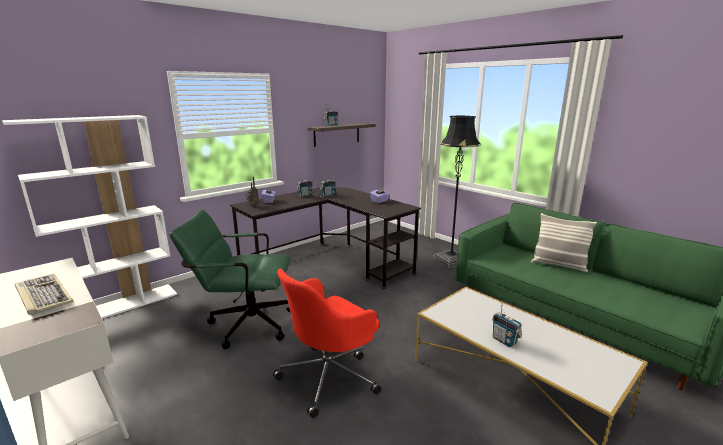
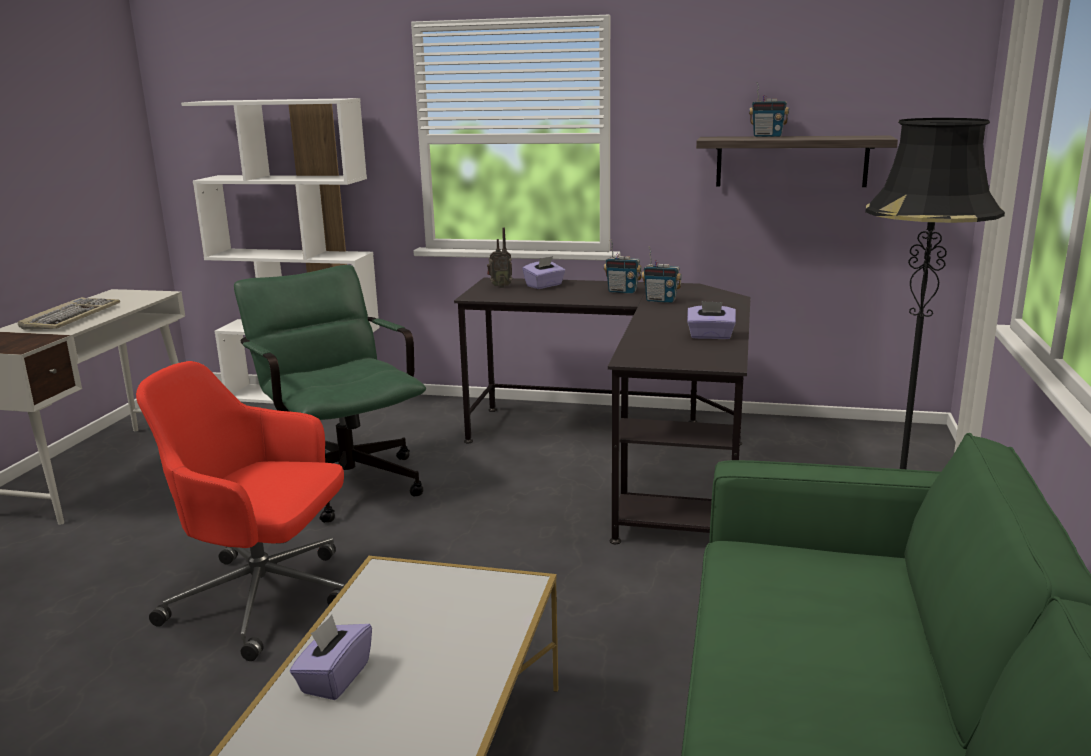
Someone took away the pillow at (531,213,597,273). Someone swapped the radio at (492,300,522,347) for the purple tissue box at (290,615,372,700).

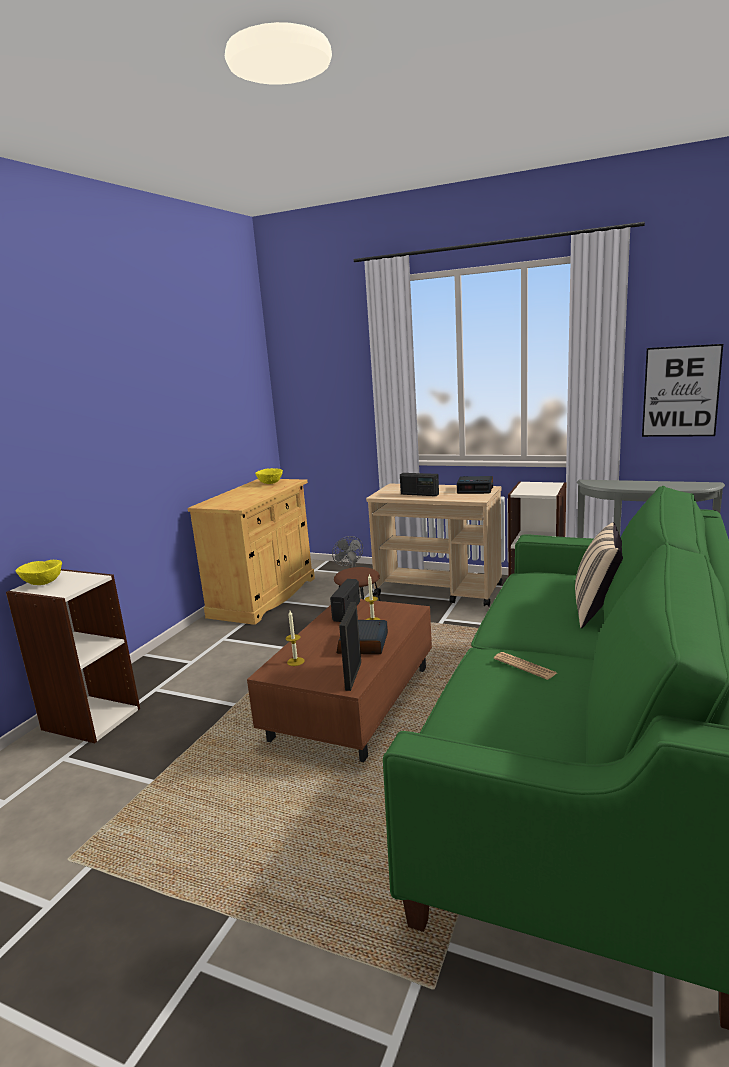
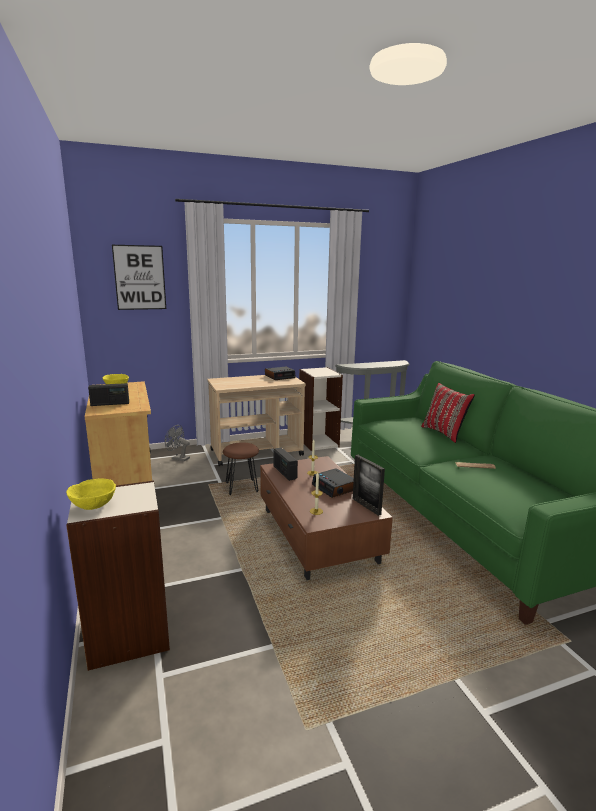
Someone carried the wall art from (642,344,723,437) to (112,245,166,310). Someone carried the radio from (400,473,439,496) to (88,383,129,406). Someone repainted the sand-coloured pillow at (575,523,623,629), which became the red-coloured pillow at (421,383,475,443).

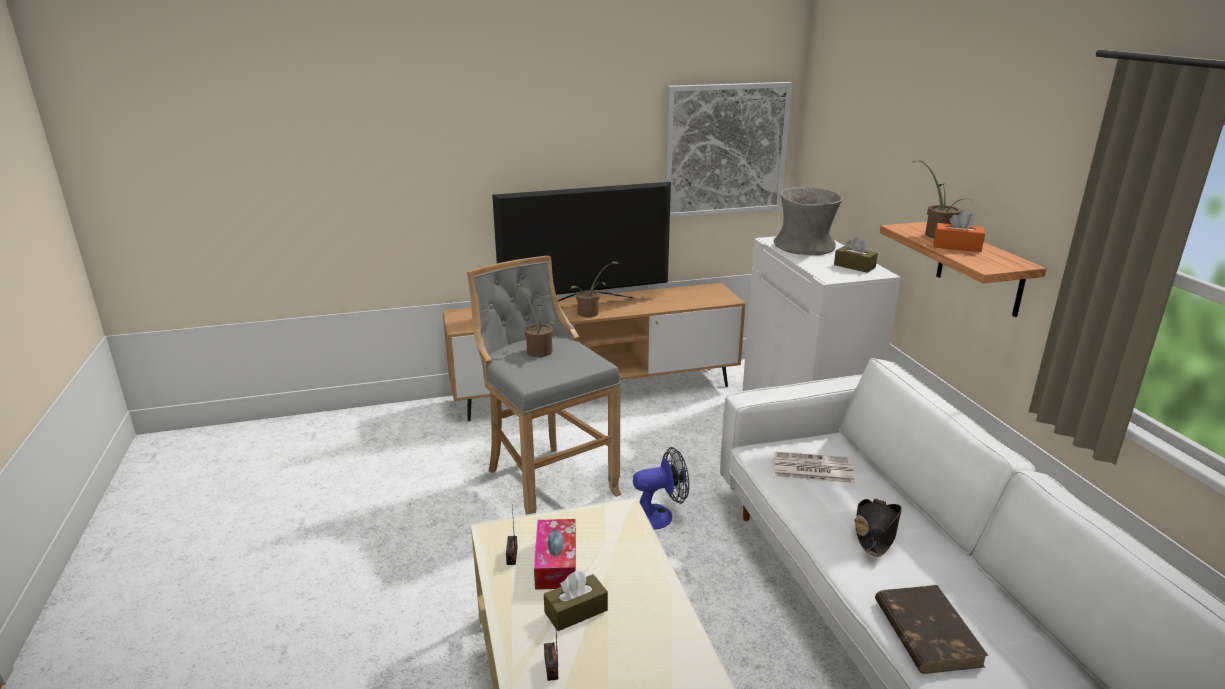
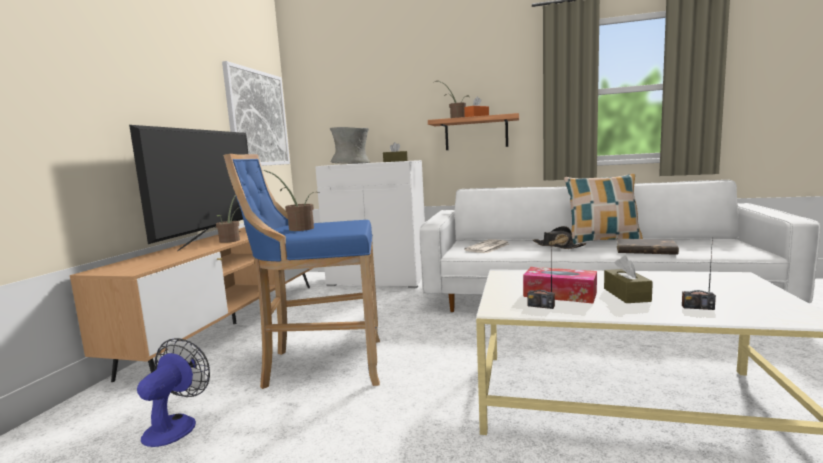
Someone repainted the greyish sitting stool at (467,256,622,514), which became the bluish sitting stool at (223,154,380,389). Someone carried the electric fan from (633,447,689,530) to (137,338,210,447). Someone put down the pillow at (564,174,643,244).

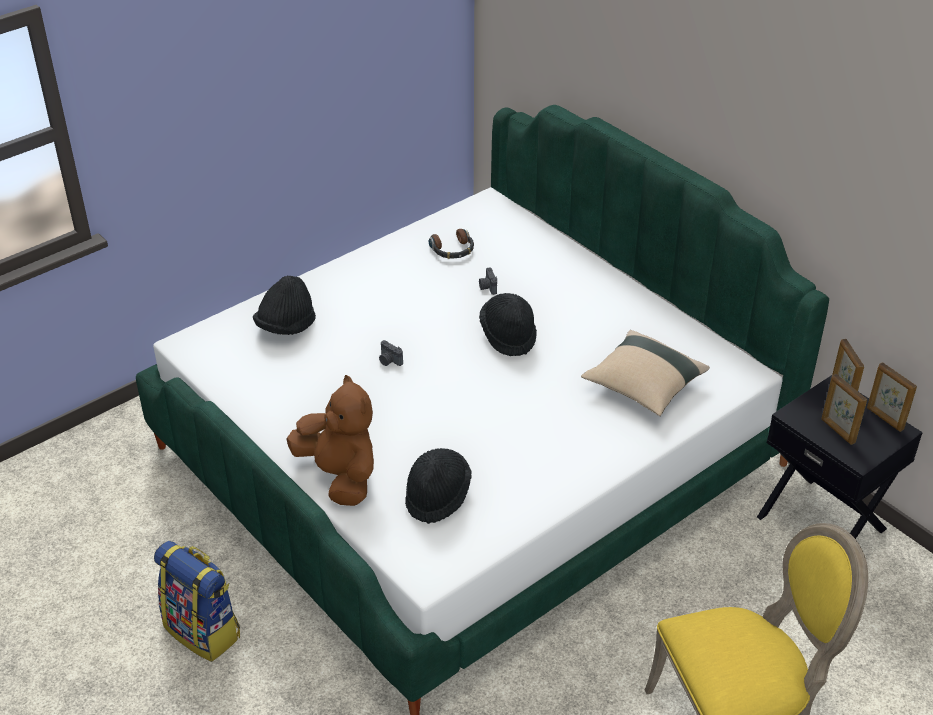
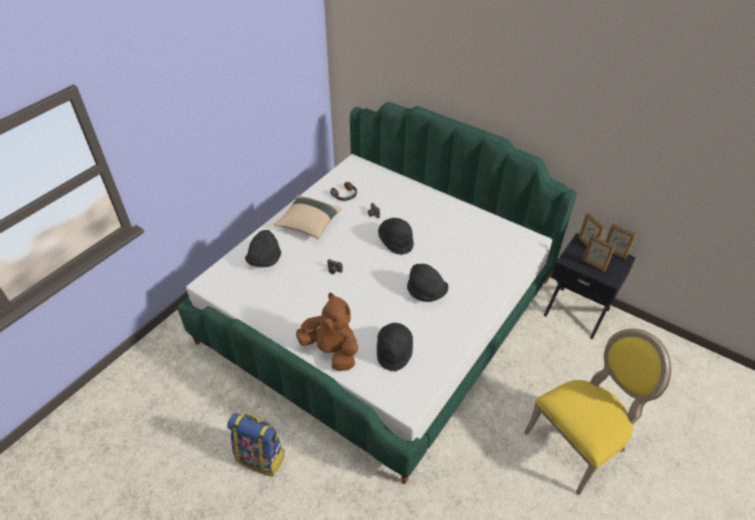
Someone carried the sand-coloured pillow from (581,330,710,416) to (274,195,342,239). Someone put down the black wearable hat at (407,263,448,302).

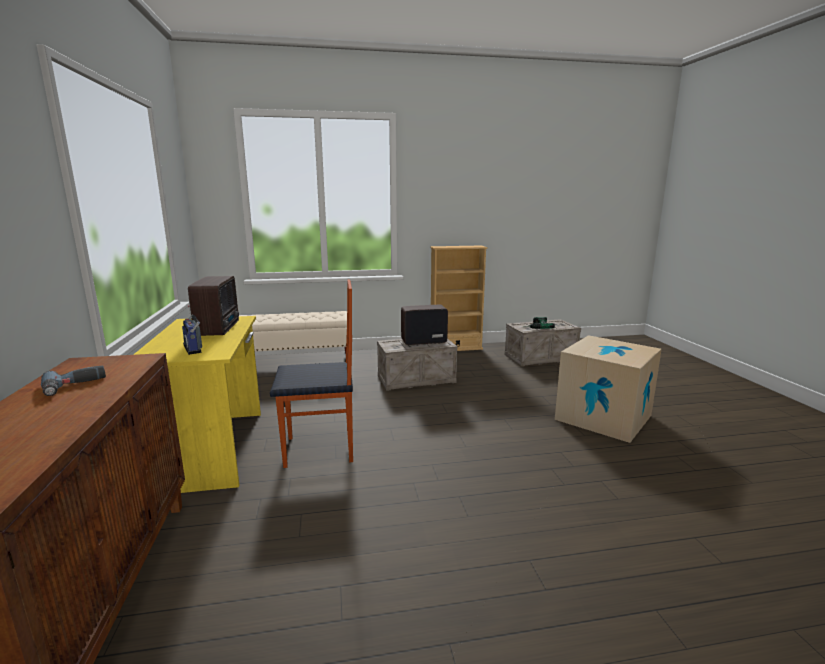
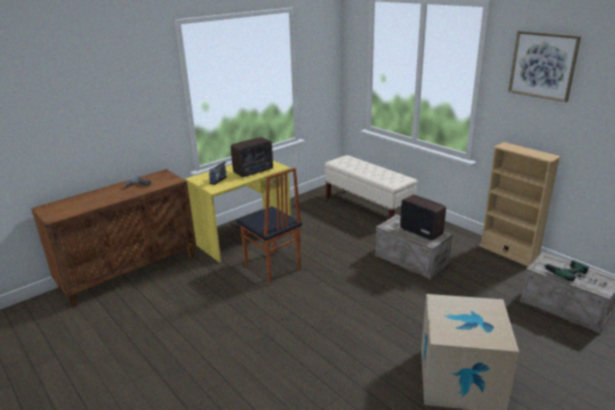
Someone put up the wall art at (508,31,581,102).

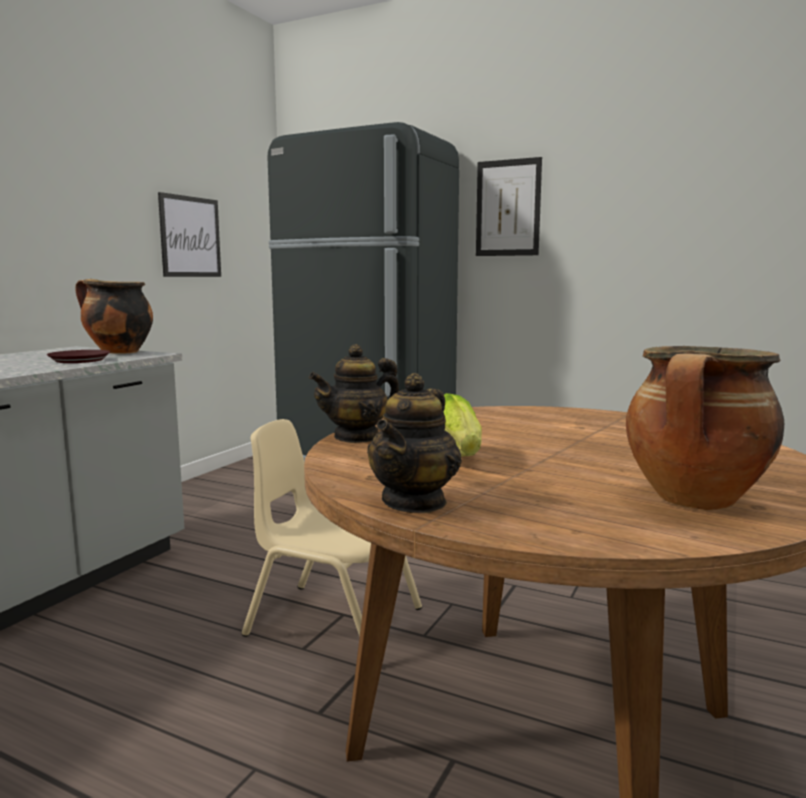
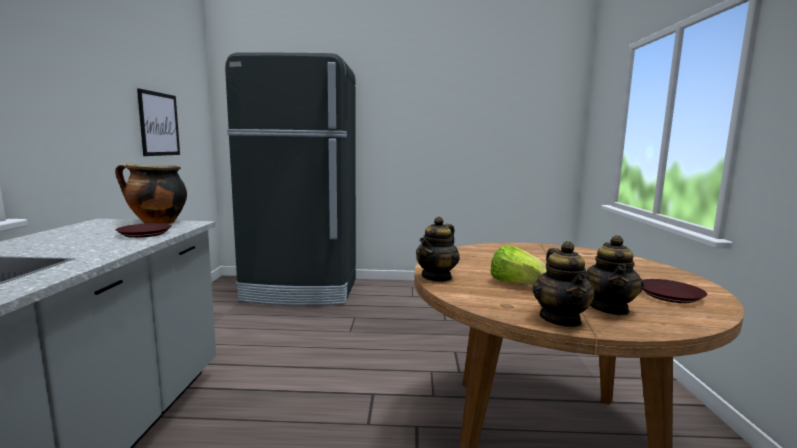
Someone took away the wall art at (476,157,542,256). Someone swapped the saucepot at (626,346,784,510) for the brown-coloured flat dish at (643,279,707,303). Someone took away the sand-coloured upright chair at (241,419,422,637). Someone put down the tea pot at (585,235,644,315).

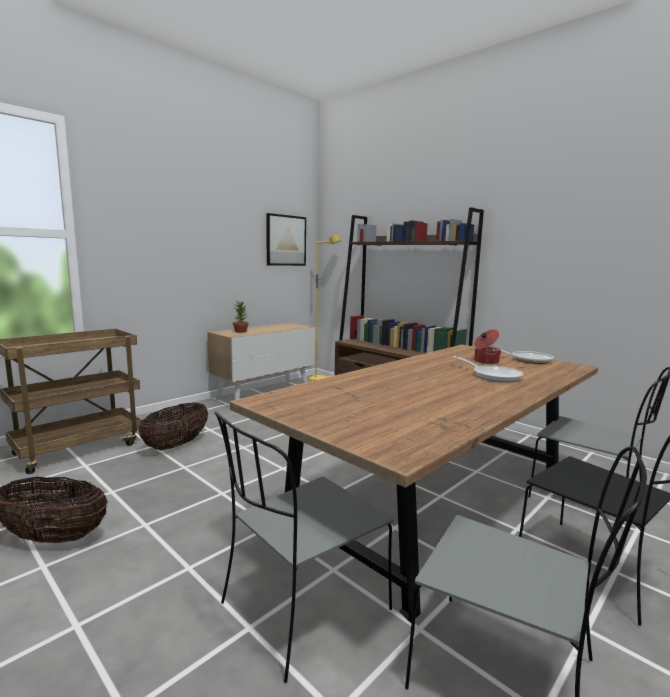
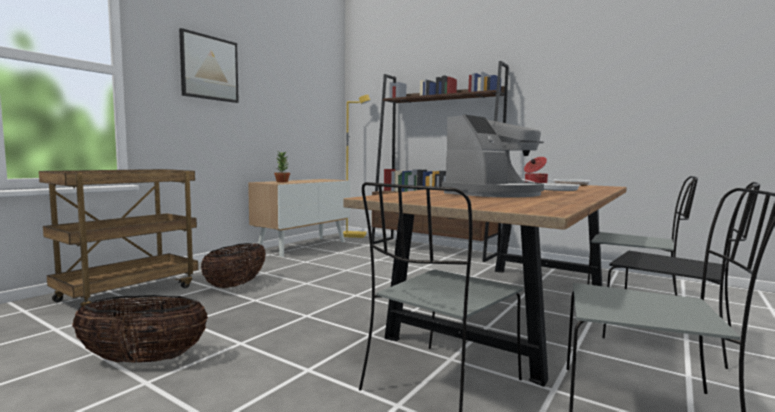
Someone carried the wall art from (266,213,306,266) to (179,28,239,103). Someone put down the coffee machine at (442,114,544,198).

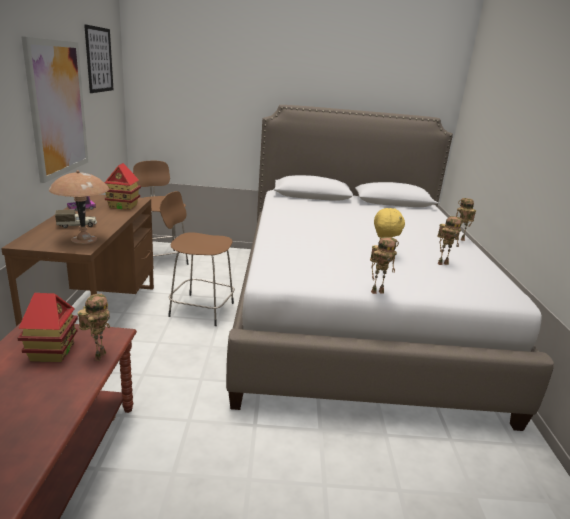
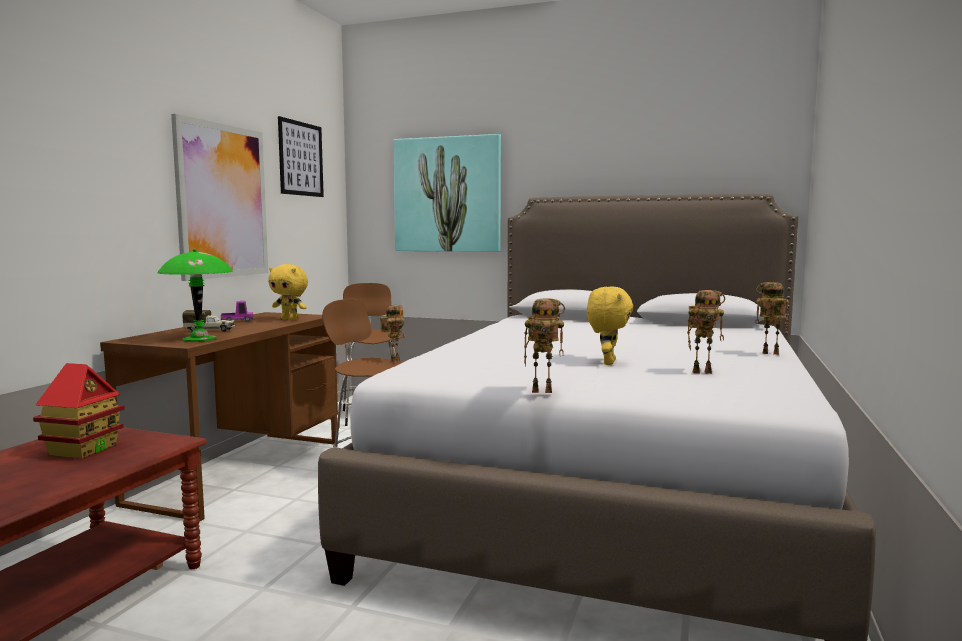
Someone swapped the toy house at (104,163,141,210) for the yellow cuddly toy at (268,264,308,320). Someone repainted the brown-coloured lamp for a table at (48,170,109,244), which became the green-coloured lamp for a table at (158,248,233,342). Someone carried the toy robot from (78,294,110,361) to (380,305,405,363). Someone put up the wall art at (393,134,501,252).

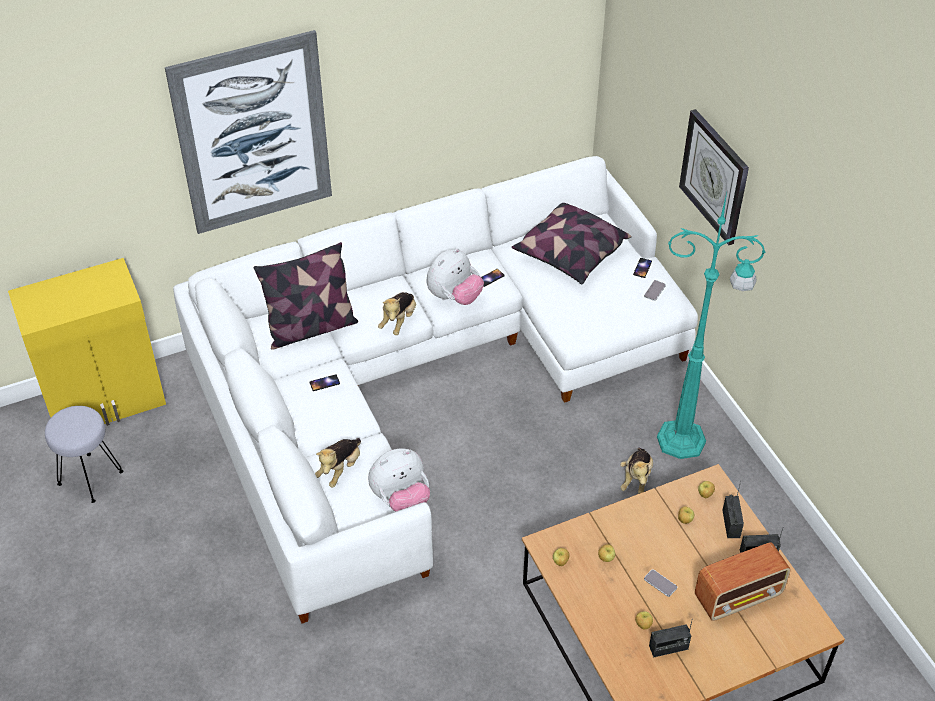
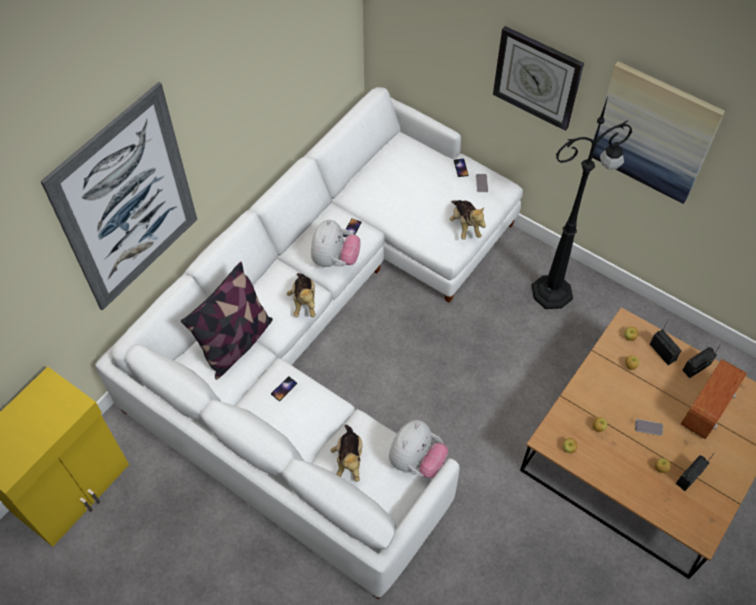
Someone repainted the blue-green standard lamp at (657,193,765,459), which became the black standard lamp at (531,96,632,309). Someone took away the pillow at (512,203,632,284). Someone took away the greyish sitting stool at (45,406,124,503). Someone carried the cuddly toy from (620,448,653,494) to (450,200,486,240). Someone put up the wall art at (590,61,725,204).

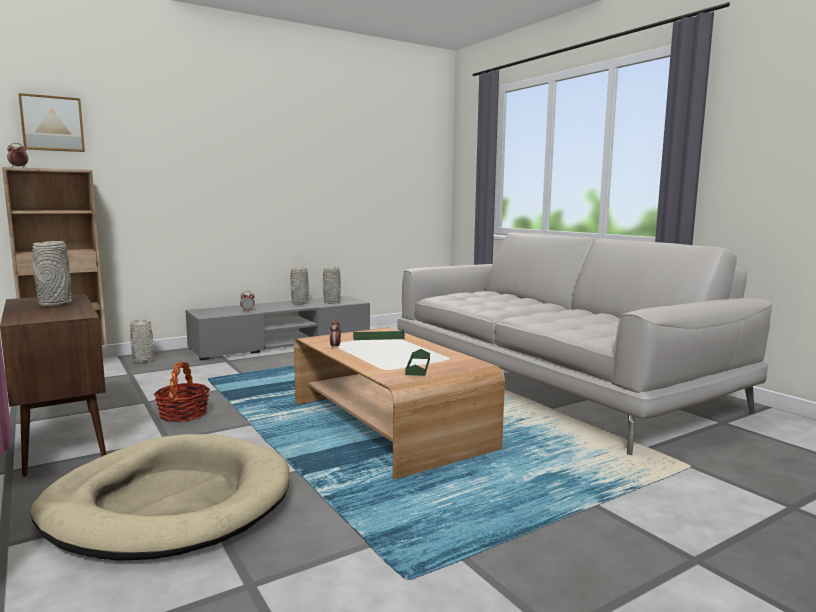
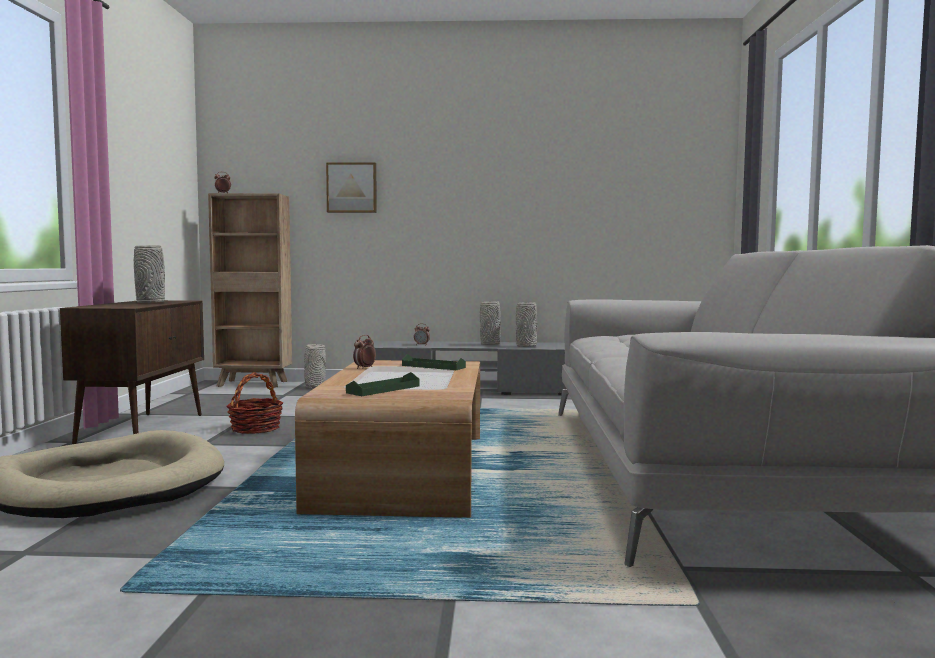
Someone carried the wall art from (18,93,85,152) to (326,163,377,213).

